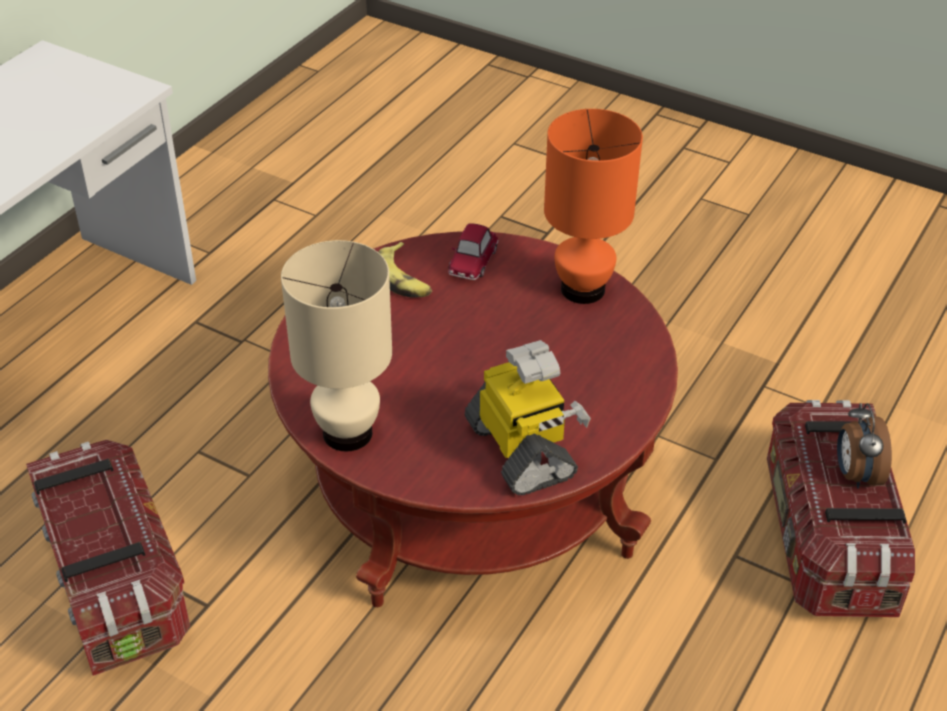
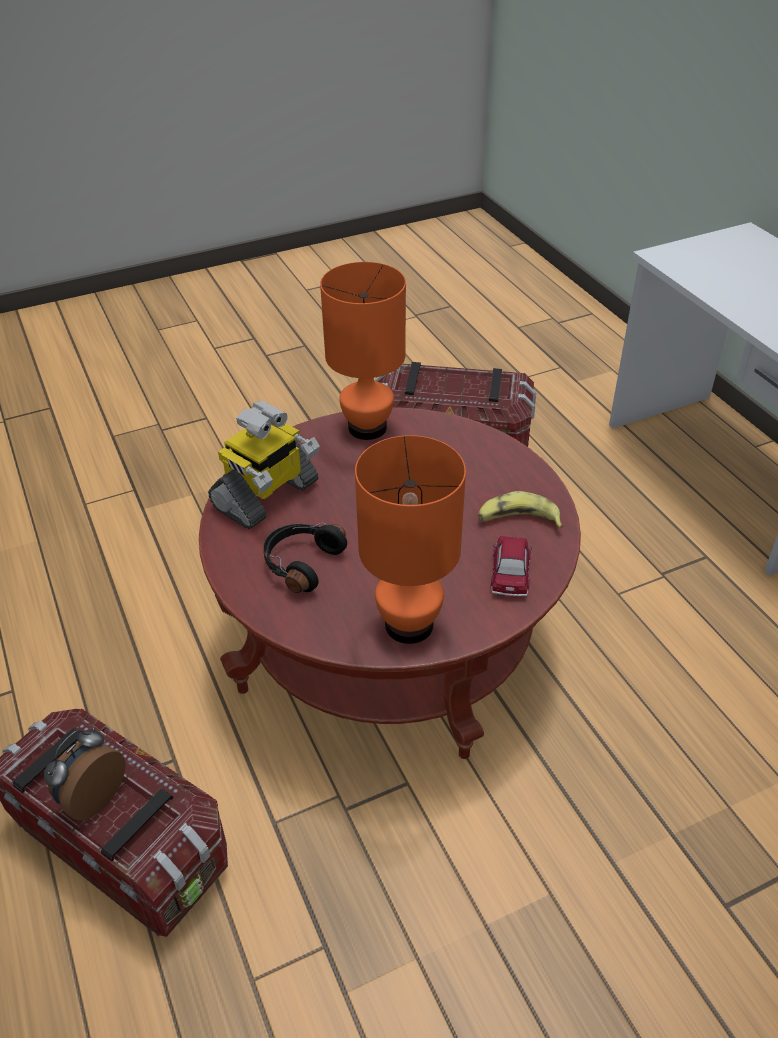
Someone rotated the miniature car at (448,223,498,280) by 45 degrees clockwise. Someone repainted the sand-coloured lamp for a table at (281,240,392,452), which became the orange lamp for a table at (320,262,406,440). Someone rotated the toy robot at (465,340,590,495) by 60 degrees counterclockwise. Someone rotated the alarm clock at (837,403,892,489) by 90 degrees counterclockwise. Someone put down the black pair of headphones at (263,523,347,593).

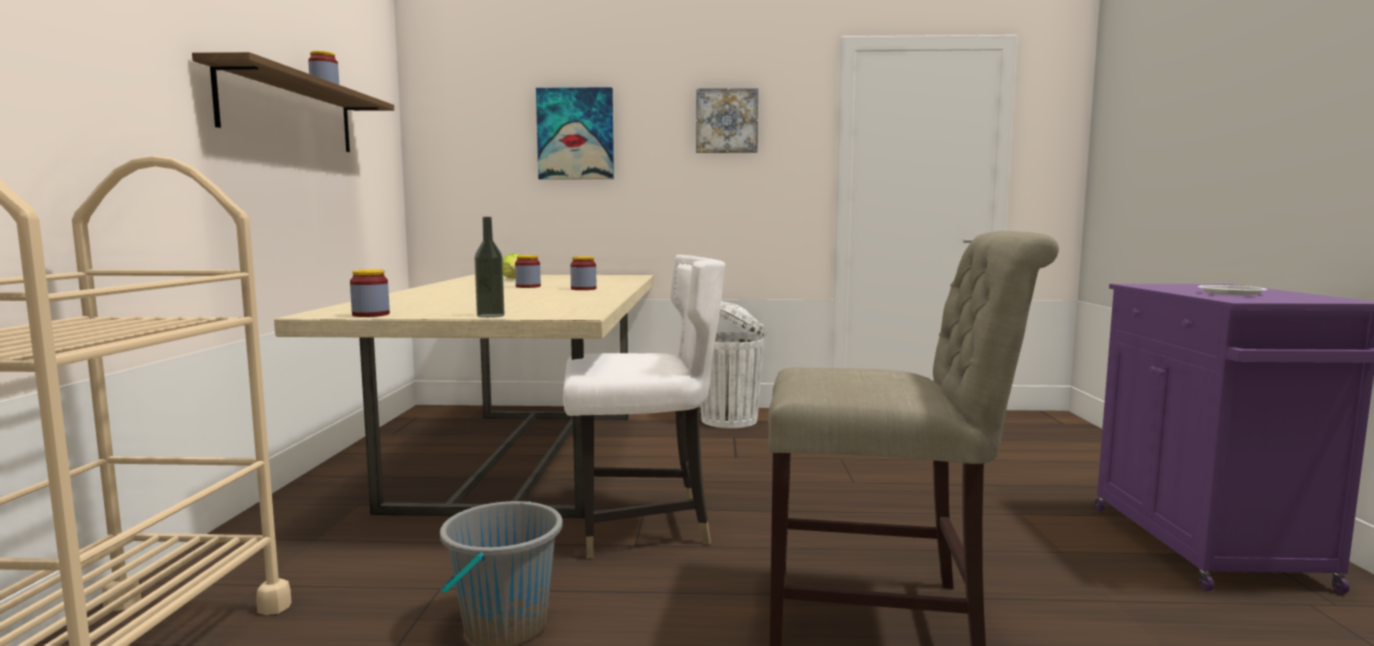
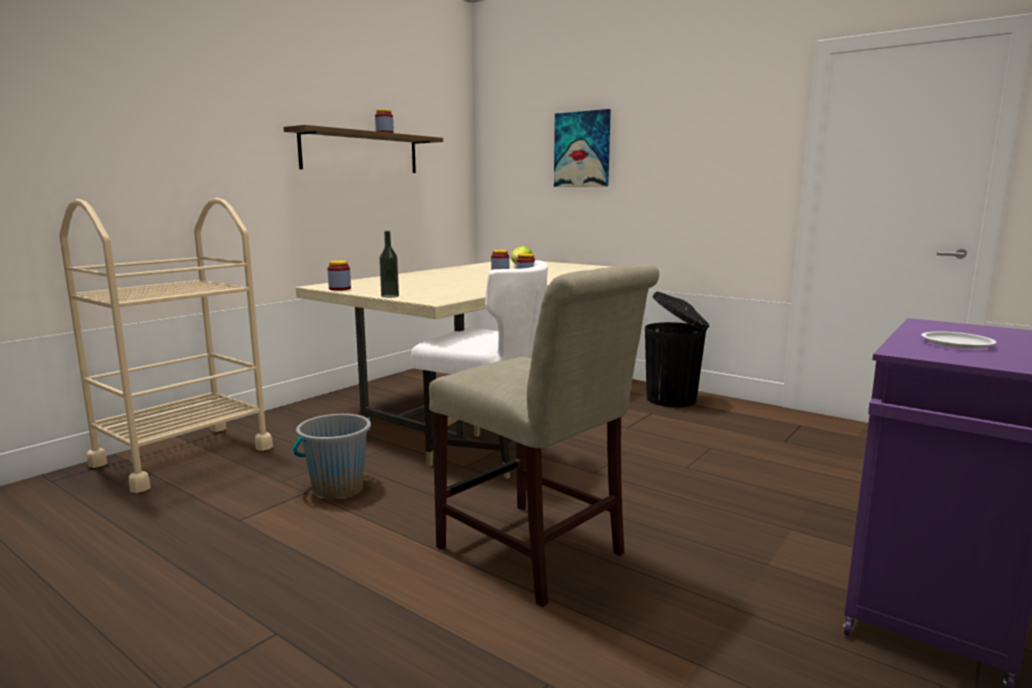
Someone took away the wall art at (696,88,758,153). Someone repainted the white-coloured trash can at (700,301,768,428), which became the black trash can at (645,291,709,407).

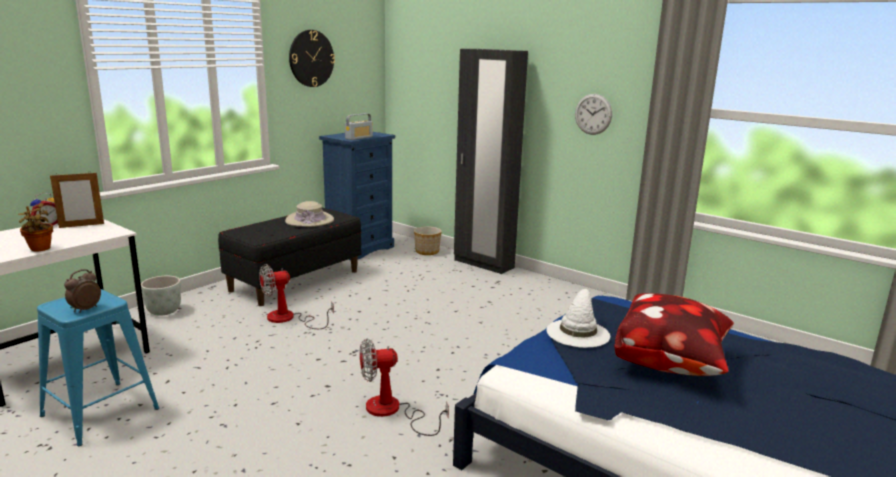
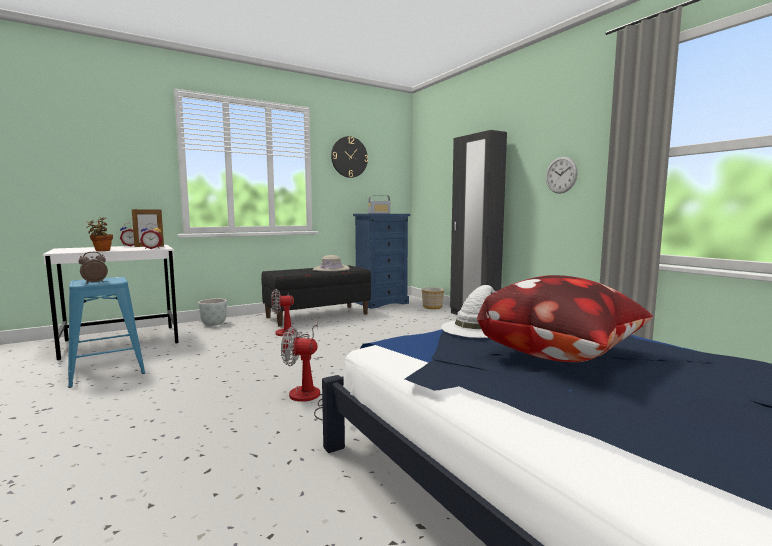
Someone put down the alarm clock at (140,223,163,249).

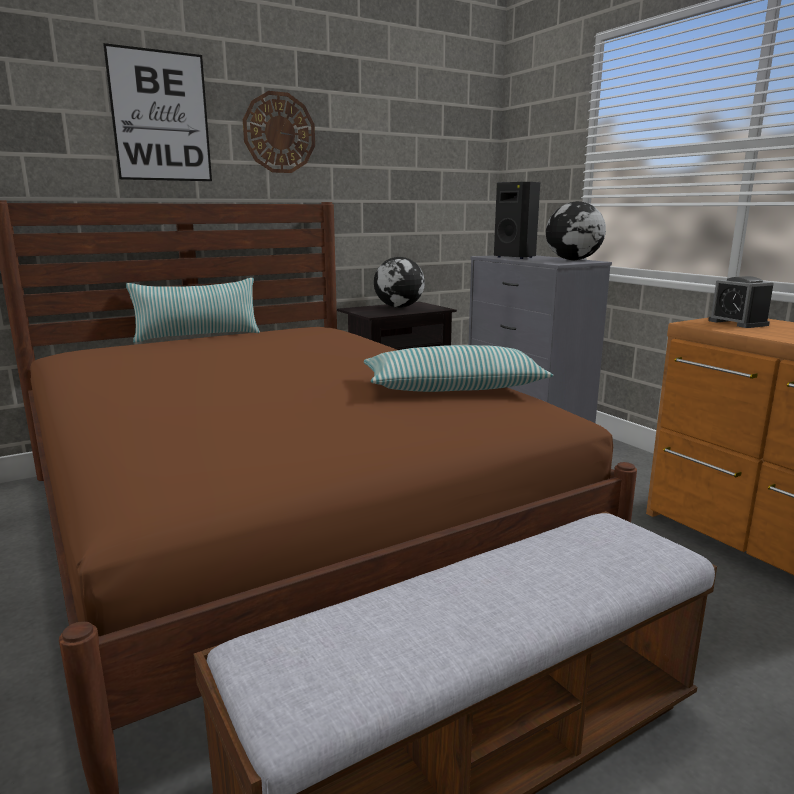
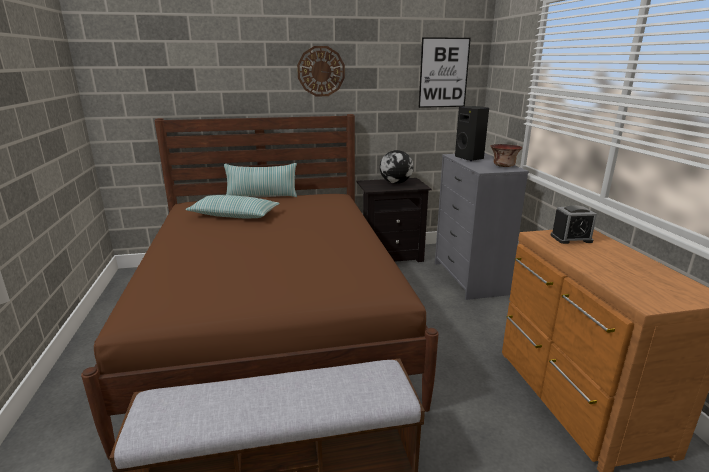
Someone carried the wall art from (103,43,212,181) to (419,37,471,108). Someone swapped the desk globe at (546,201,606,260) for the bowl at (491,144,523,167). Someone rotated the alarm clock at (708,276,774,328) by 90 degrees counterclockwise. Someone carried the pillow from (364,345,553,392) to (185,195,280,218).

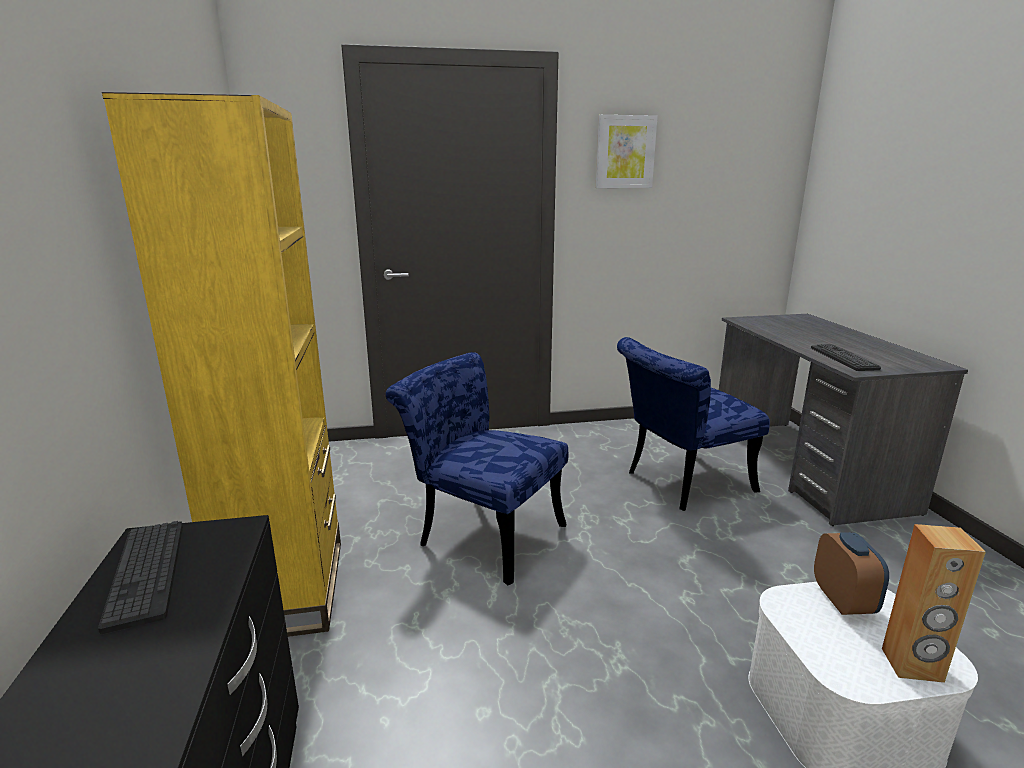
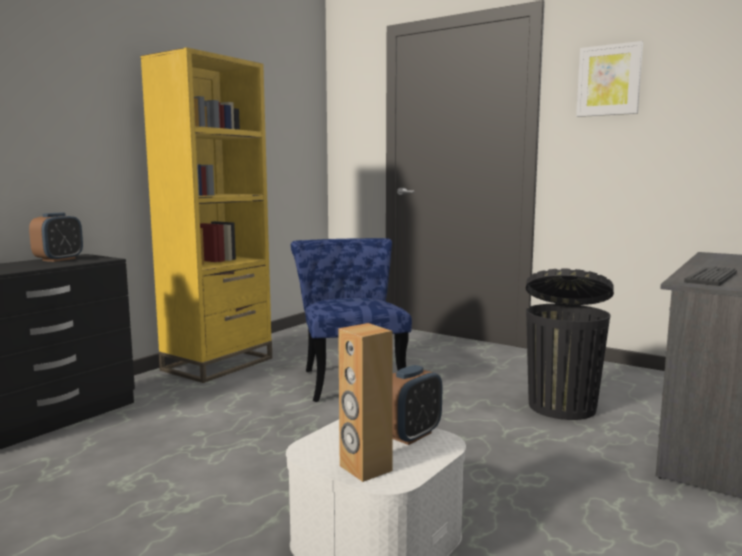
Someone swapped the bluish upright chair at (617,337,770,511) for the black trash can at (526,269,614,420). Someone swapped the computer keyboard at (98,521,183,635) for the alarm clock at (29,213,83,262).

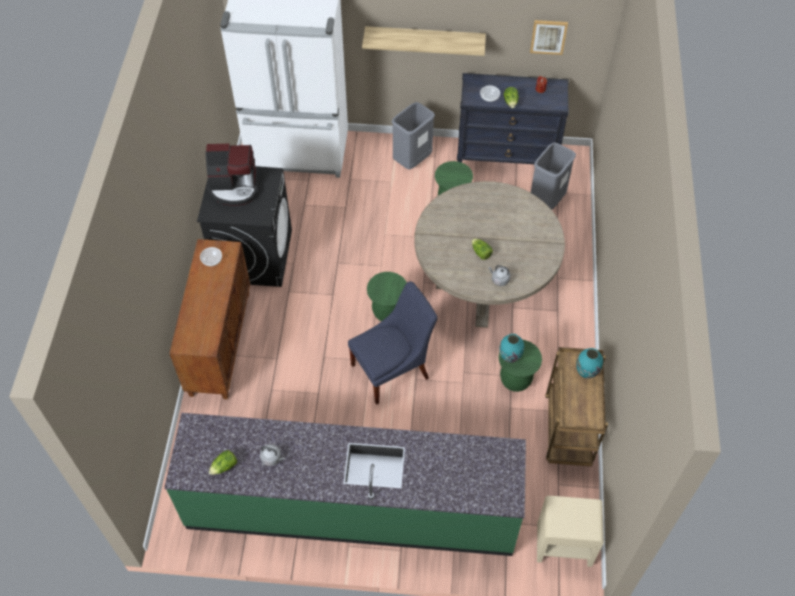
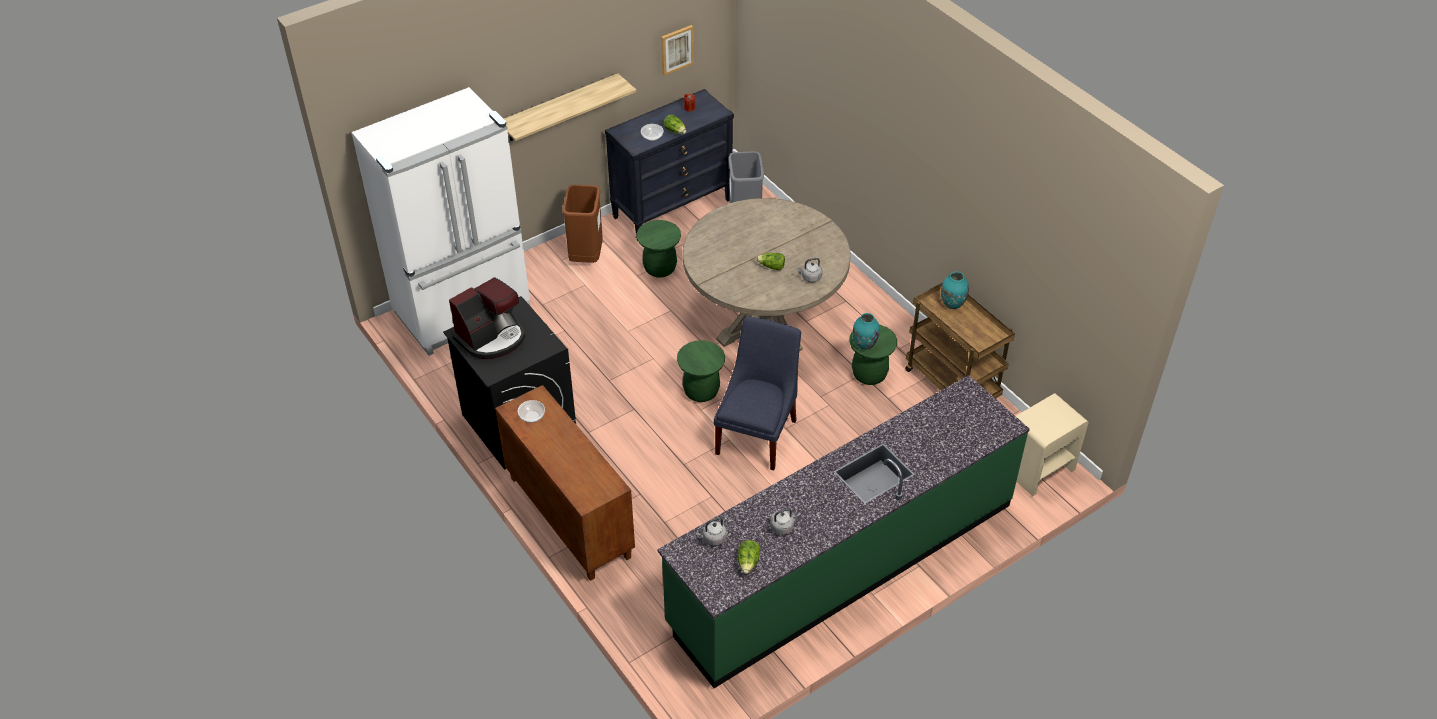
Someone repainted the greyish trash can at (392,102,435,170), which became the brown-coloured trash can at (562,185,603,263). Someone put down the greyish water kettle at (696,517,727,546).

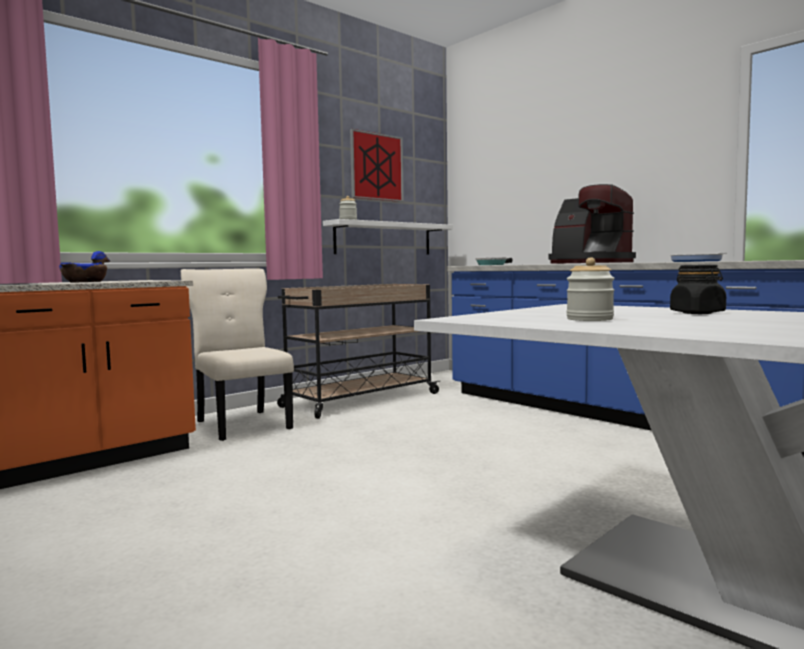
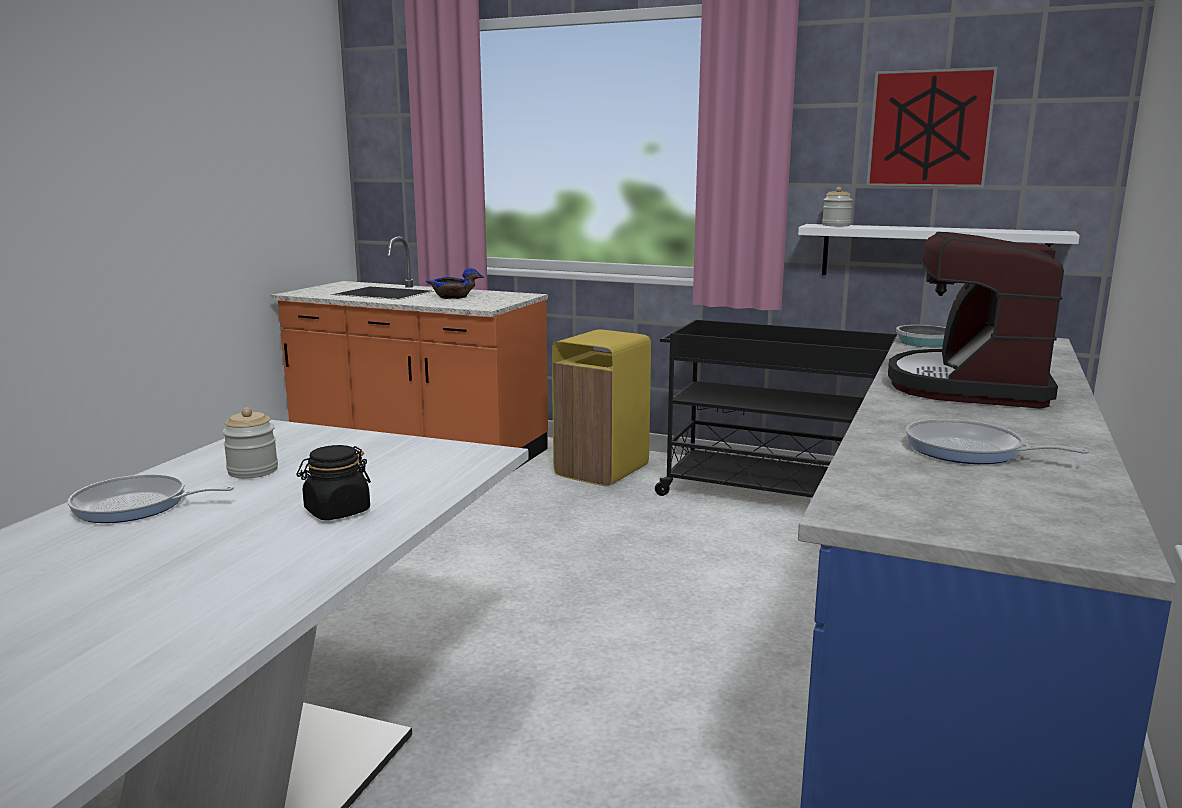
Someone swapped the sand-coloured upright chair at (181,268,294,441) for the yellow trash can at (552,329,651,486). Someone repainted the sand-coloured cart at (277,284,440,419), which became the black cart at (655,320,897,497). Someone put down the skillet at (68,474,234,523).

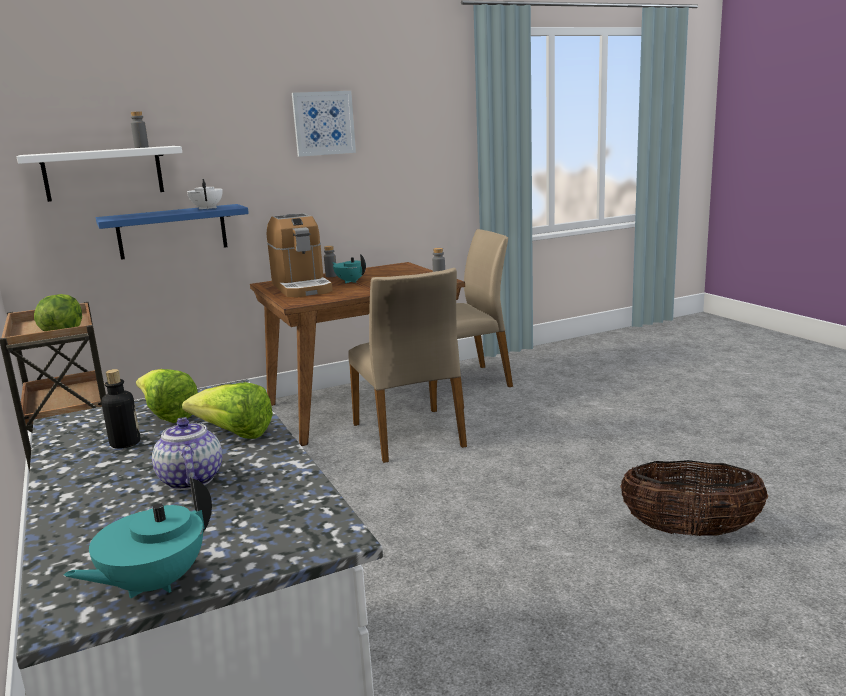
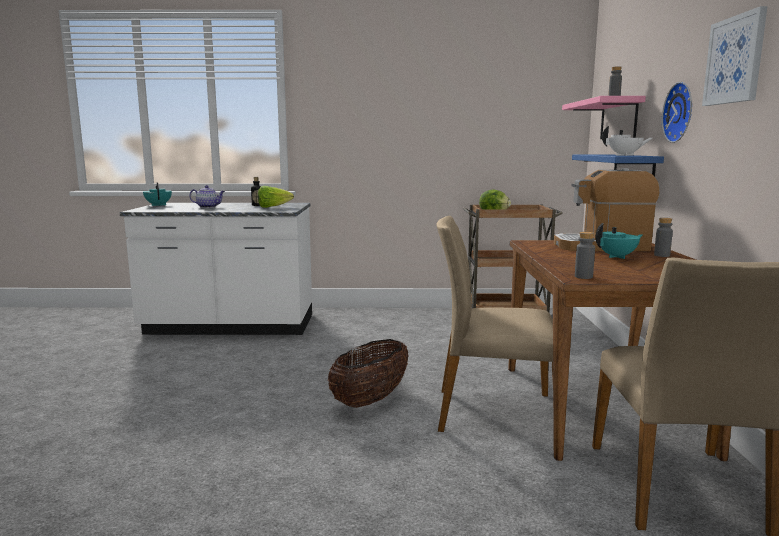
Someone repainted the white-coloured shelf at (17,146,182,202), which became the pink shelf at (562,96,646,139). Someone took away the lettuce head at (182,382,273,439). Someone carried the basket from (620,460,768,536) to (328,339,409,408). Someone put up the hanging clock at (662,82,692,143).

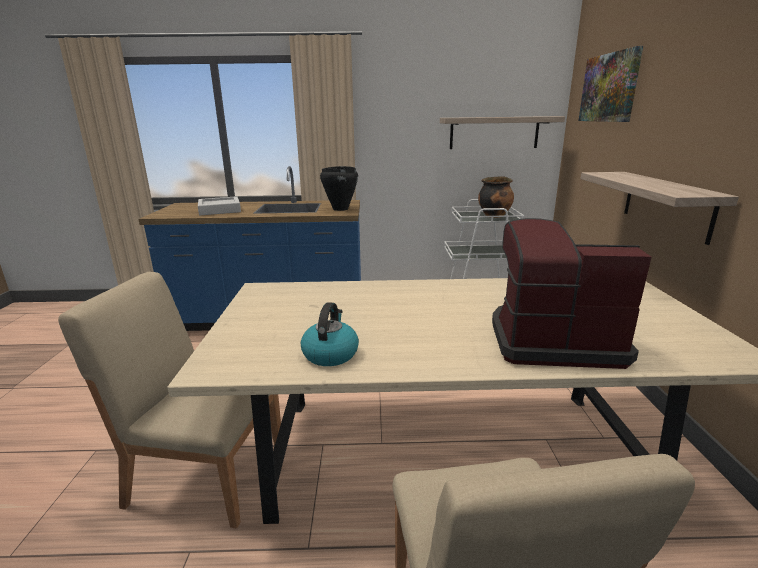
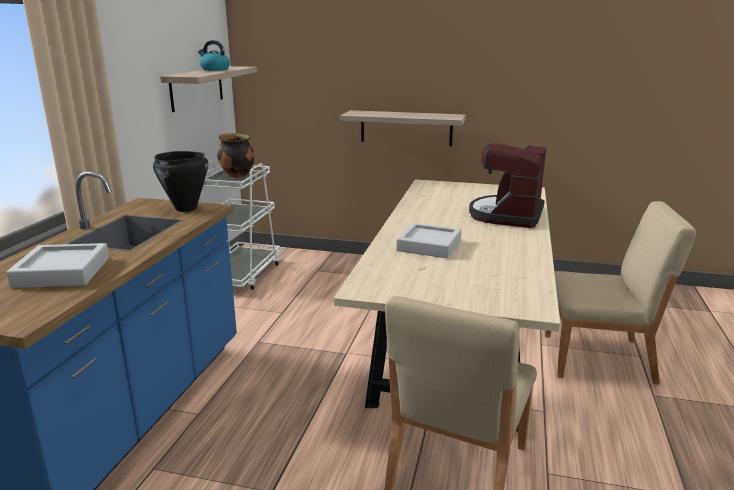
Someone took away the wall art at (578,46,643,122). Someone carried the water kettle from (301,302,359,366) to (198,40,230,71). Someone put down the greyish carrying tray at (396,223,461,258).

